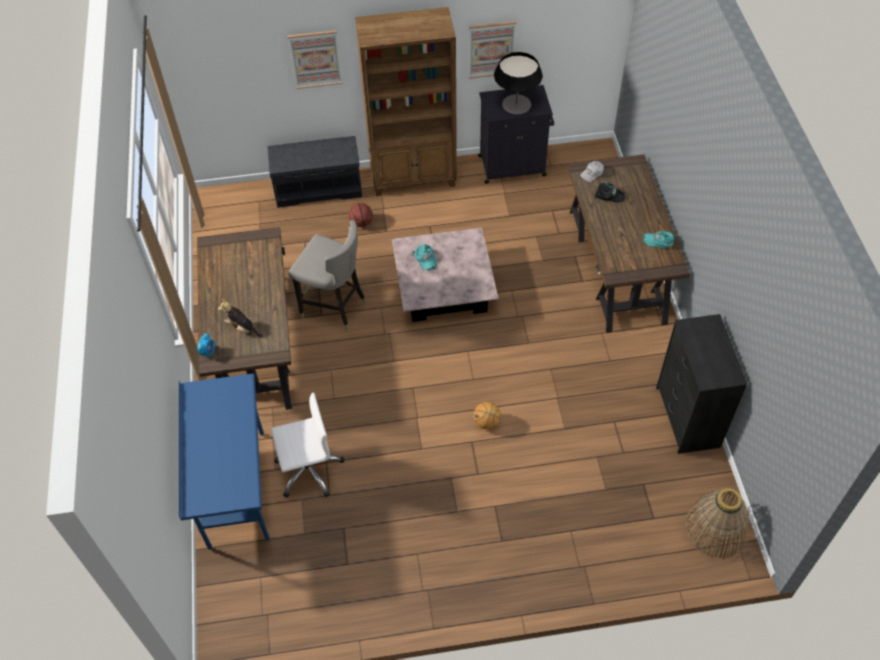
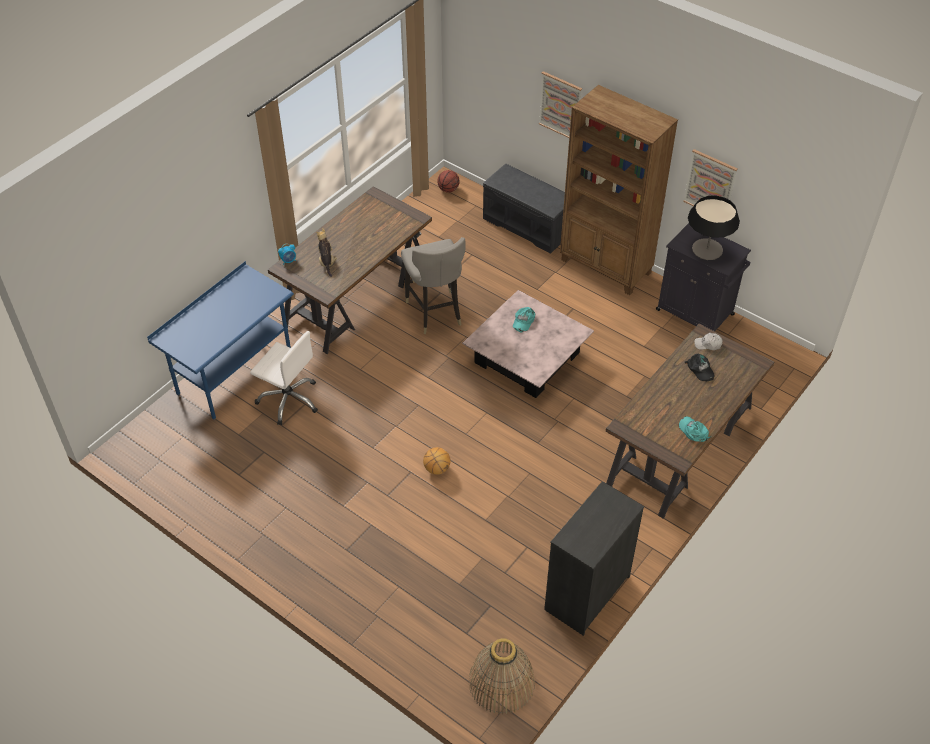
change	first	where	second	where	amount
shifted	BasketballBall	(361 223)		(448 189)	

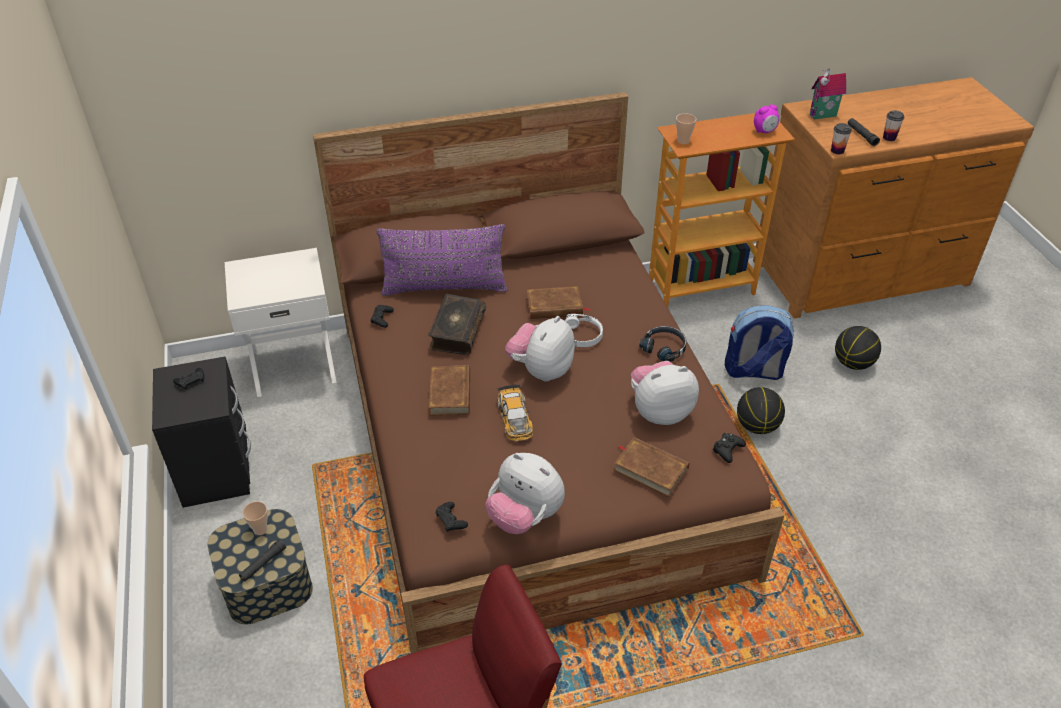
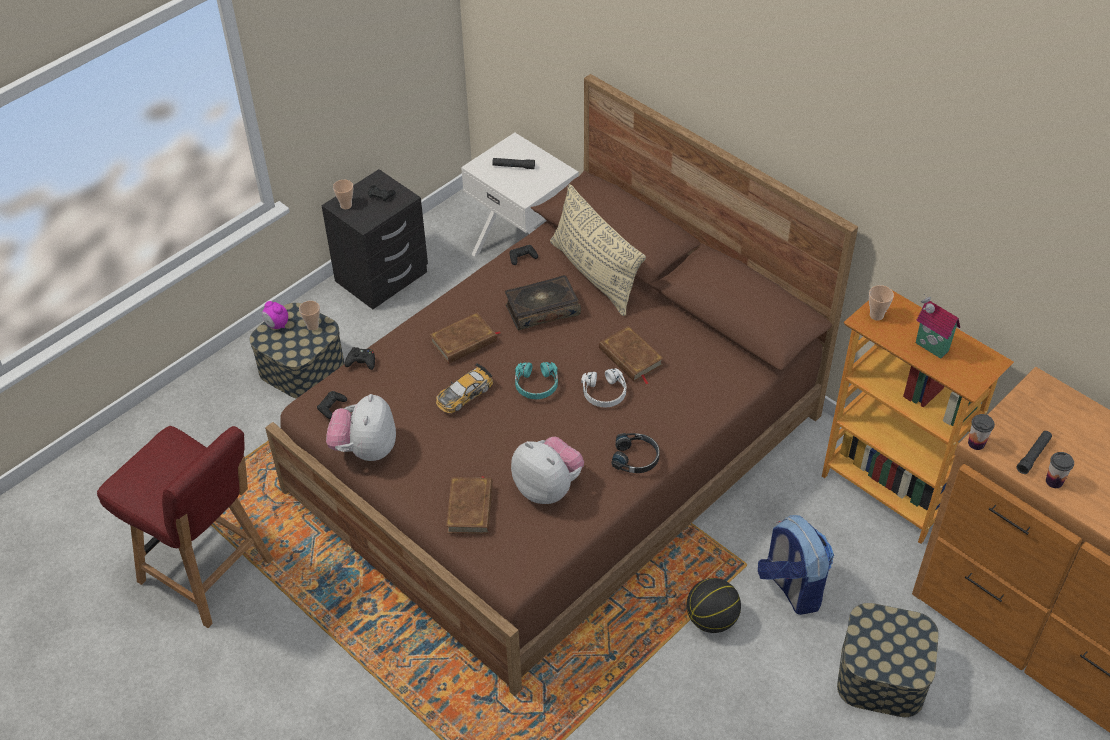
change	first	where	second	where	amount
shifted	TableClock	(764 131)		(277 325)	
new			Cup	(346 205)	
shifted	BlackJoypad	(727 450)		(361 361)	
shifted	BlackFlashlight	(263 564)		(513 166)	
swapped	CuddlyToy	(541 370)	TurquoiseHeadset	(536 385)	
repainted	PurpleThrowPillow	(444 287)	BeigeColouredThrowPillow	(594 274)	
swapped	BasketballBall	(852 363)	StorageBox	(882 674)	
shifted	ModelHouse	(823 116)		(930 348)	

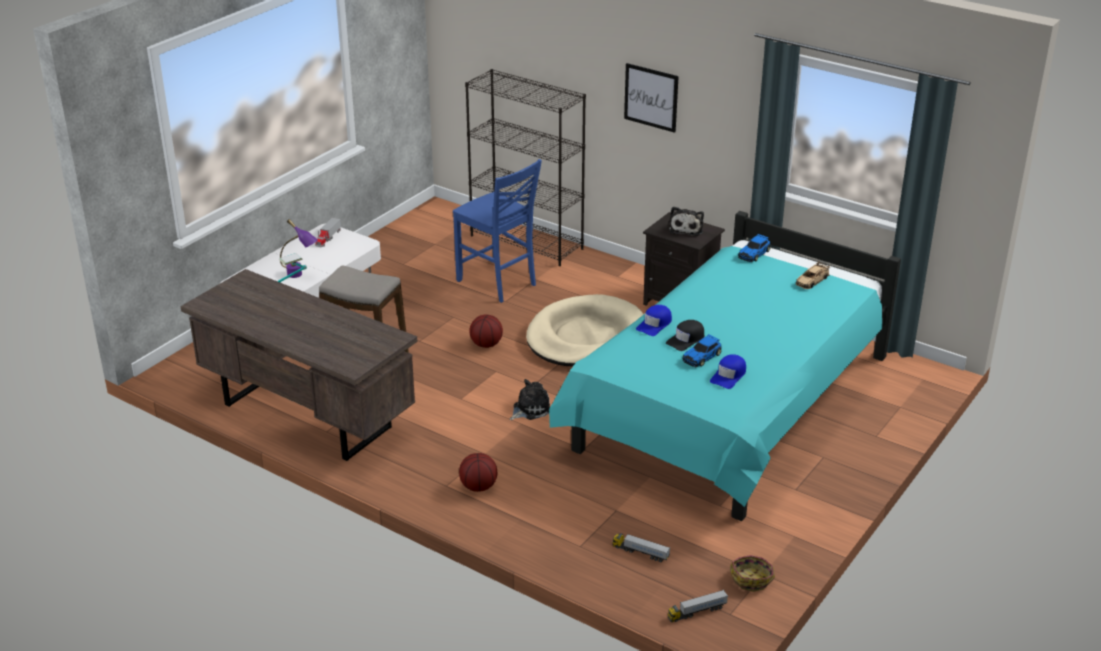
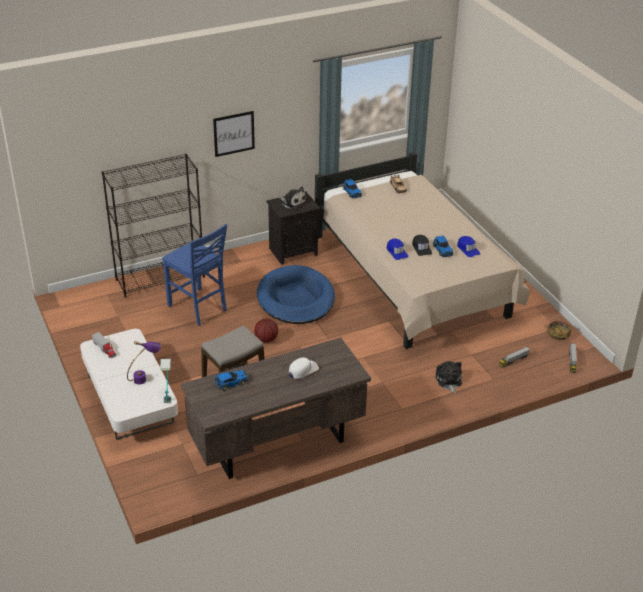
change	first	where	second	where	amount
rotated	BluePlainChair	(498 283)		(198 308)	60 degrees clockwise
new			MiniatureCar	(230 382)	
repainted	BeigeColouredPetBed	(586 337)	BluePetBed	(296 299)	
new			WhitePeakedCap	(303 370)	
repainted	TurquoiseBed	(729 408)	BeigeColouredBed	(412 279)	
shifted	CuddlyToy	(530 409)		(448 381)	
gone	BasketballBall	(478 487)			

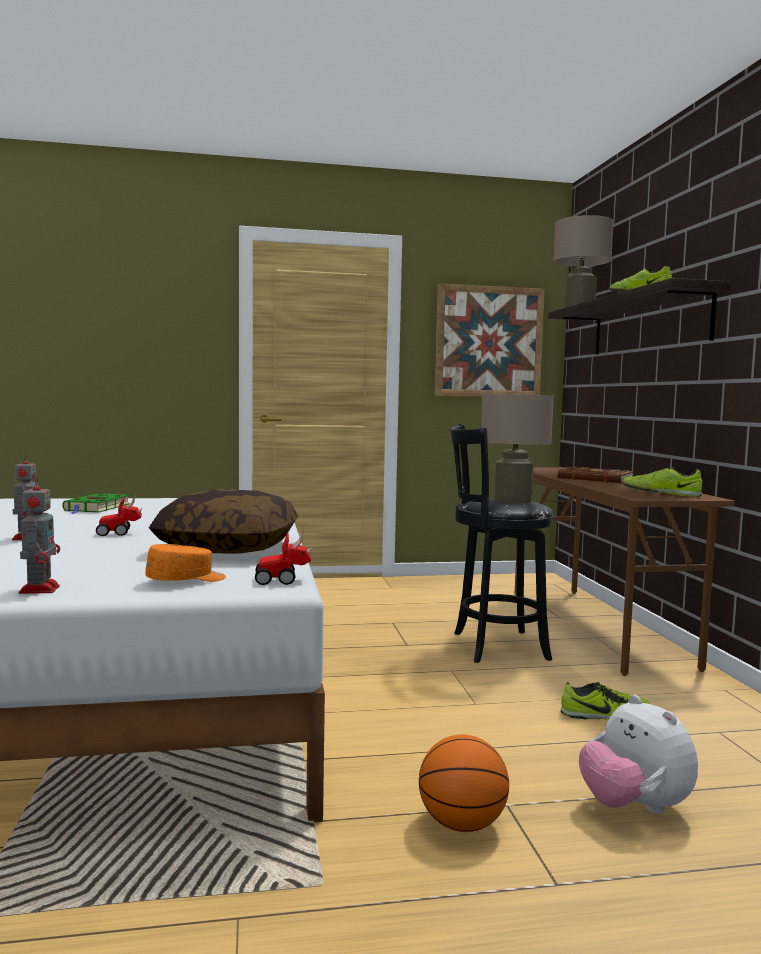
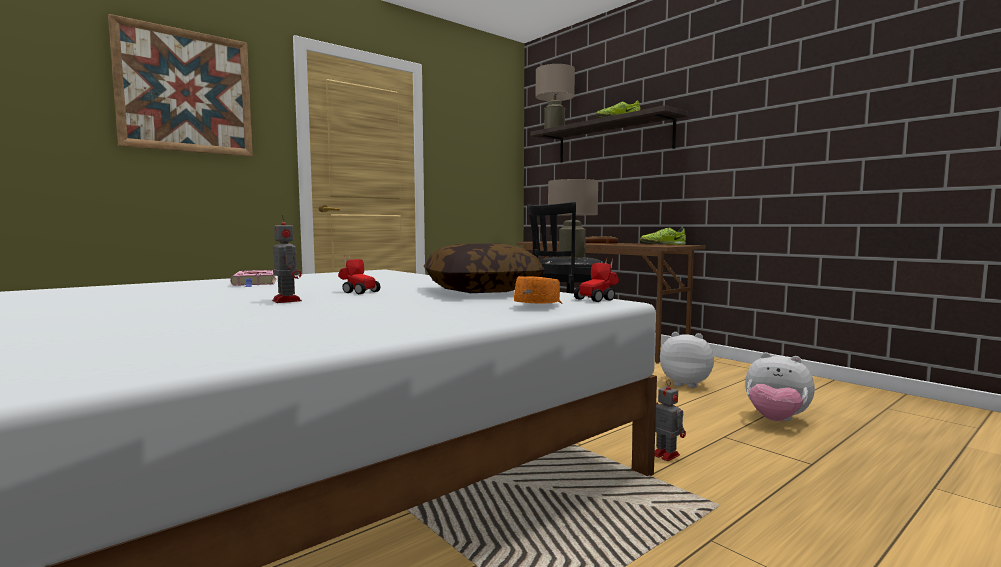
change	first	where	second	where	amount
shifted	WallPicture	(489 342)		(185 91)	
repainted	GreenishBook	(97 508)	PinkishBook	(255 282)	
rotated	MiniatureCar	(120 533)		(357 292)	105 degrees counterclockwise
shifted	ModelRobot	(40 589)		(664 454)	
swapped	LowShoe	(605 716)	CuddlyToy	(685 383)	
gone	BasketballBall	(462 824)			

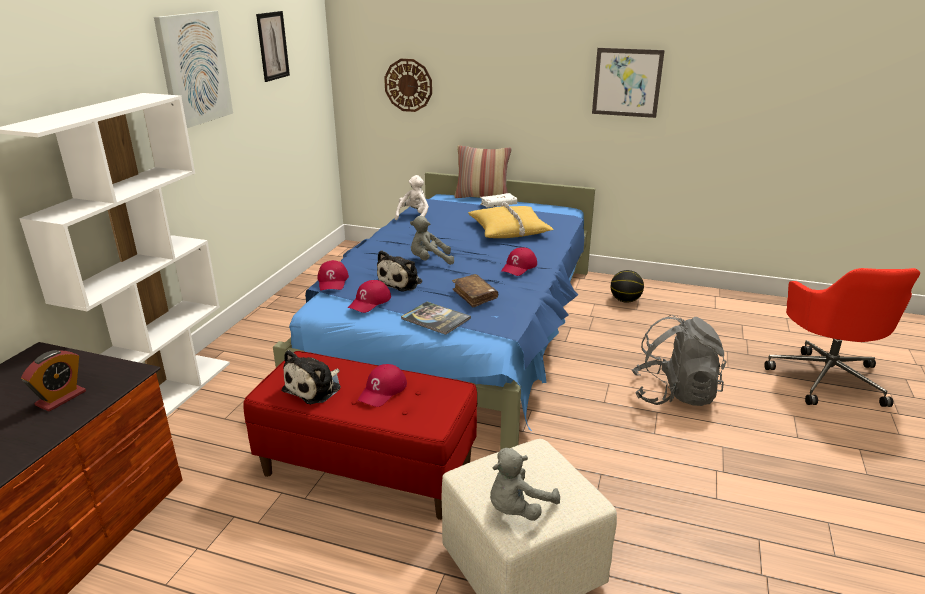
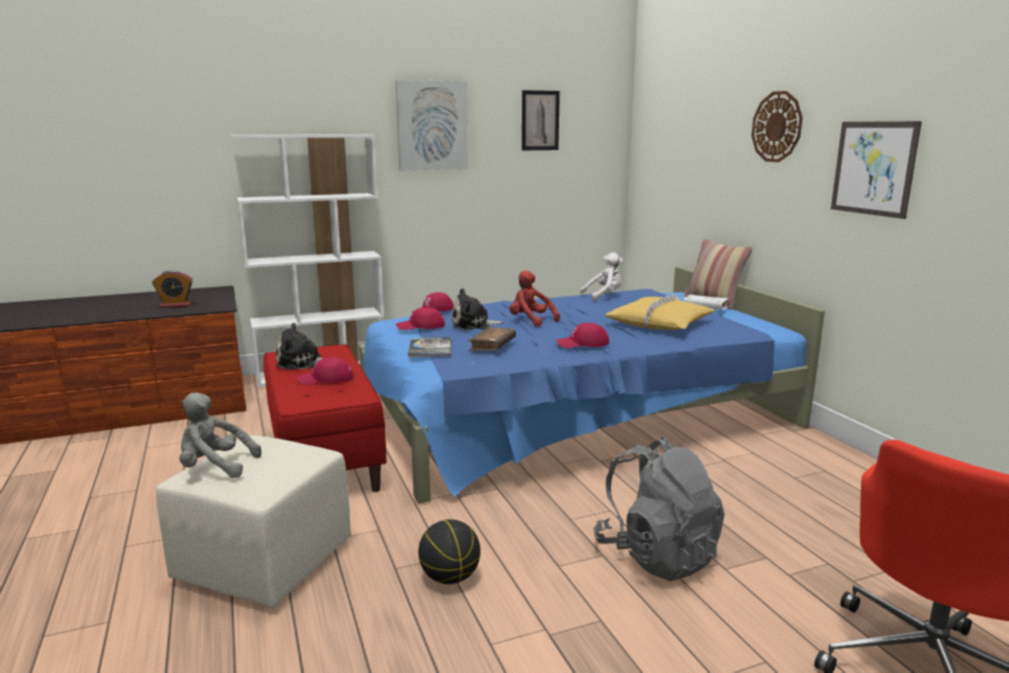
change	first	where	second	where	amount
shifted	BasketballBall	(625 300)		(450 577)	
repainted	GreyishCuddlyToy	(429 261)	ReddishCuddlyToy	(530 321)	
shifted	HangingClock	(408 85)		(777 127)	

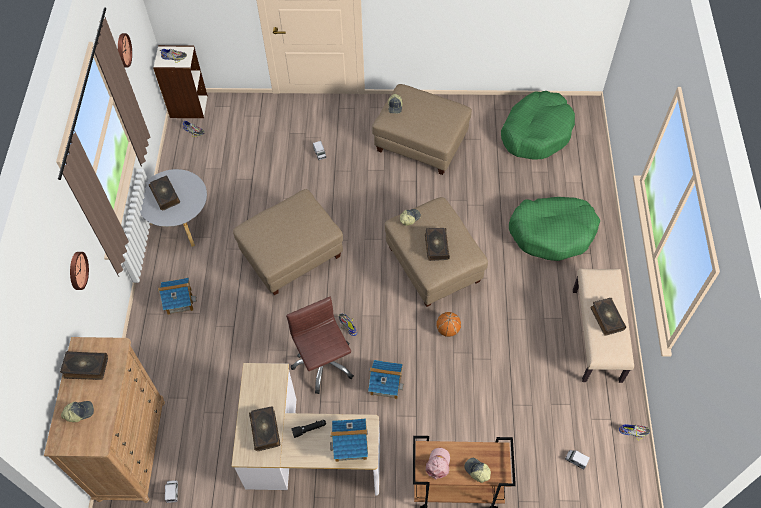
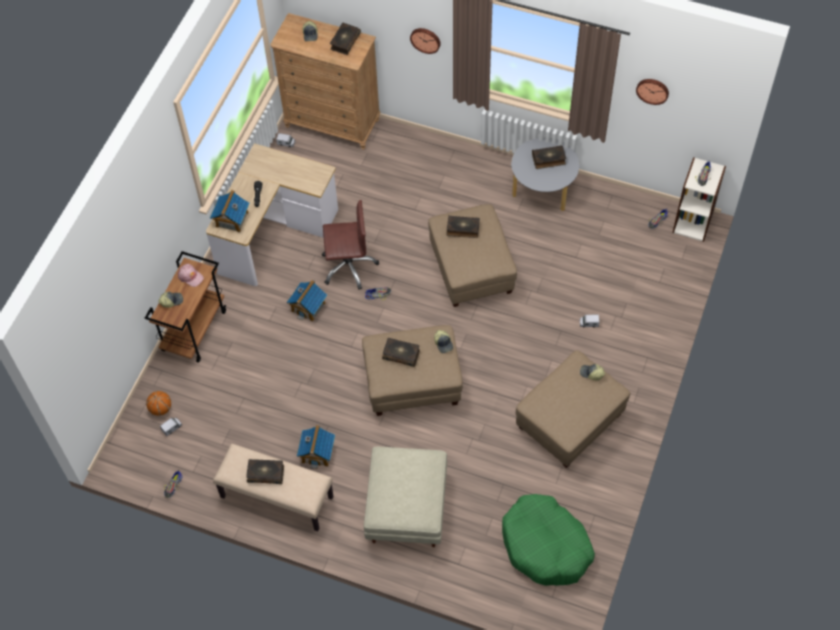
change	first	where	second	where	amount
shifted	BasketballBall	(448 329)		(160 409)	
shifted	ModelHouse	(179 301)		(317 452)	
swapped	GreenishPetBed	(552 232)	BeigeColouredFootrest	(406 506)	
shifted	Book	(265 430)		(463 229)	

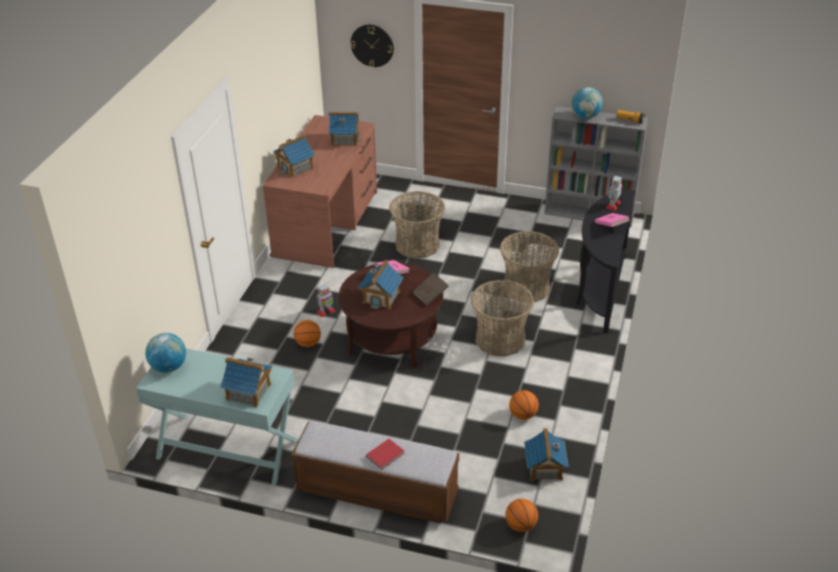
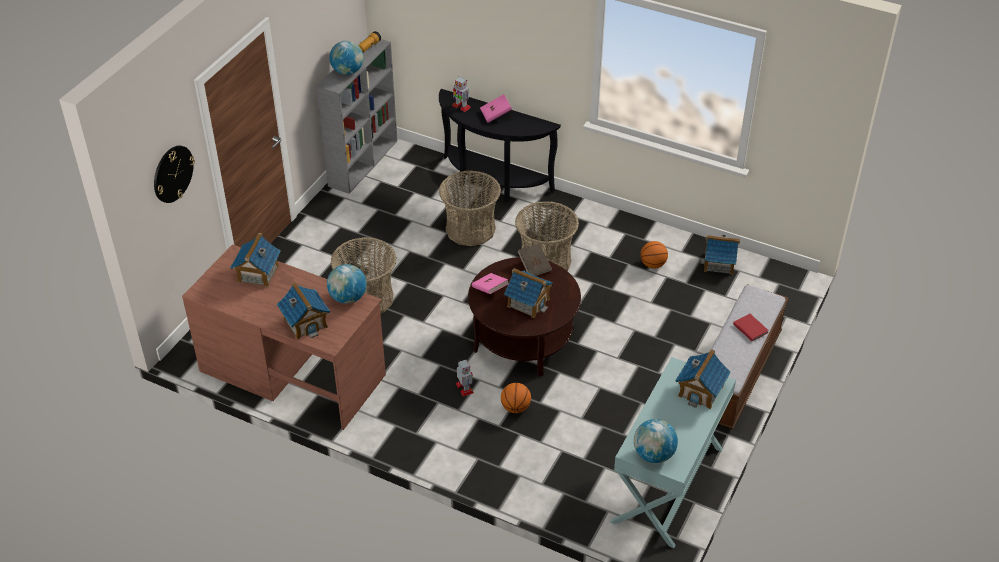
change	first	where	second	where	amount
new			WorldGlobe	(348 298)	
gone	BasketballBall	(520 525)			

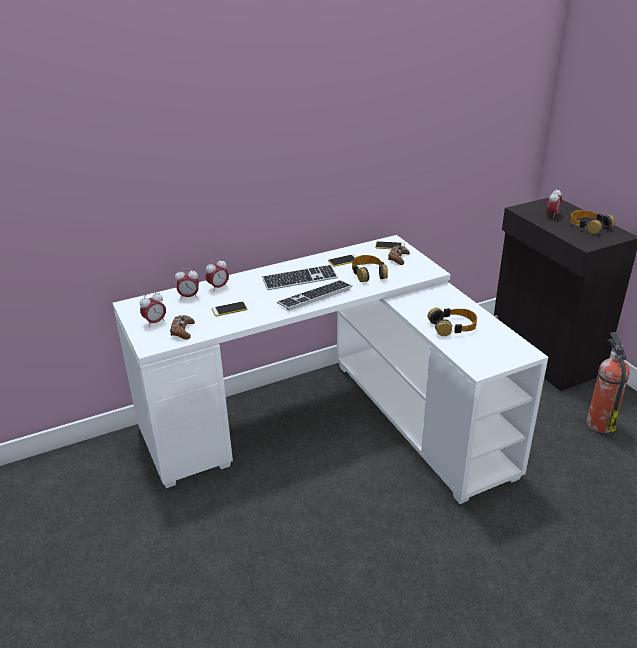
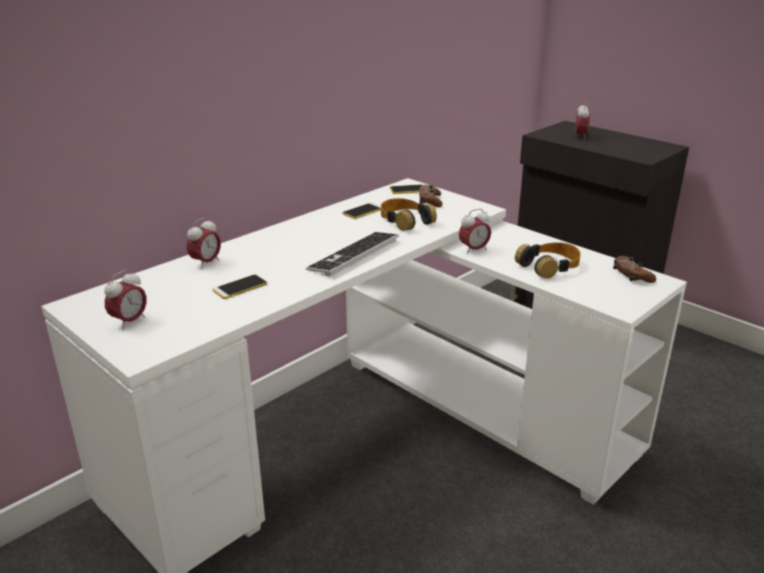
change	first	where	second	where	amount
shifted	TableClock	(189 297)		(473 250)	
shifted	BrownishJoypad	(182 331)		(632 275)	
gone	Keyboard	(300 279)			
gone	Headset	(589 226)			
gone	FireFightingCylinder	(599 423)			

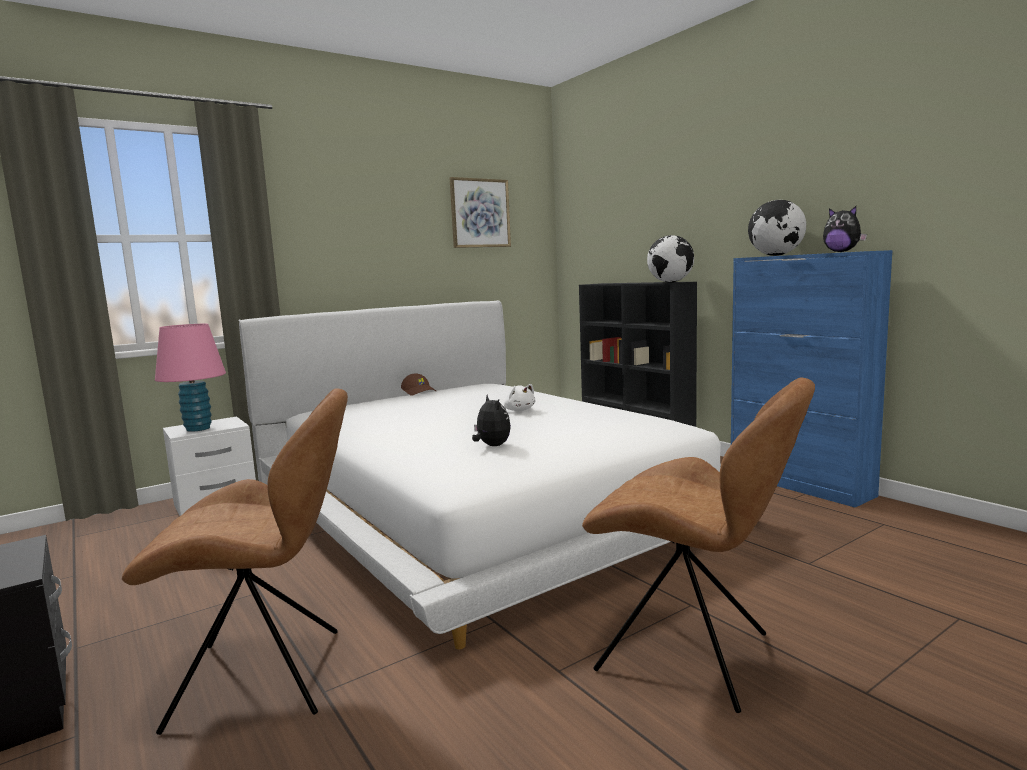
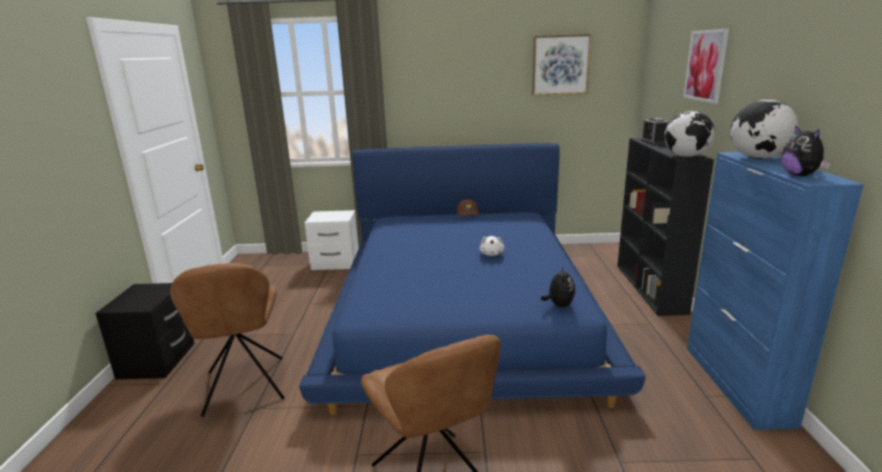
change	first	where	second	where	amount
rotated	BrownishPlainChair	(265 677)		(244 388)	45 degrees clockwise
repainted	WhiteBed	(477 503)	BlueBed	(463 311)	
shifted	CuddlyToy	(492 446)		(559 305)	
new			TableClock	(654 141)	
new			WallPicture	(706 65)	
gone	PinkishTabletopLamp	(198 428)			

